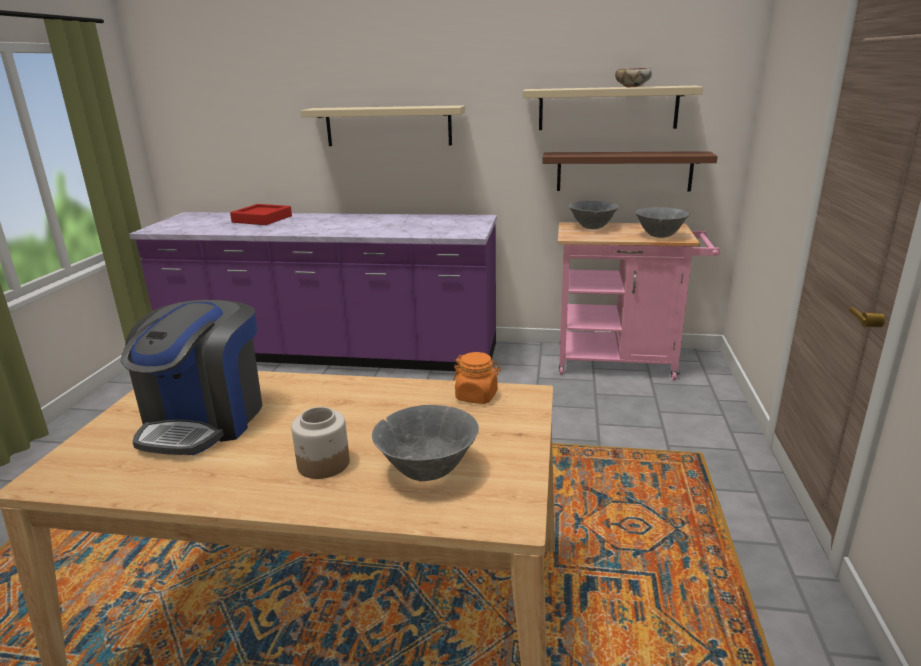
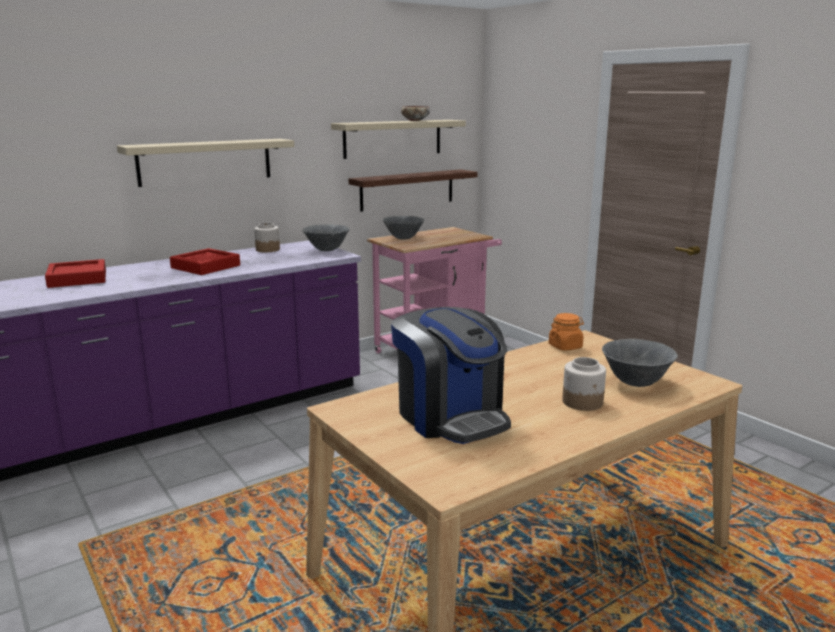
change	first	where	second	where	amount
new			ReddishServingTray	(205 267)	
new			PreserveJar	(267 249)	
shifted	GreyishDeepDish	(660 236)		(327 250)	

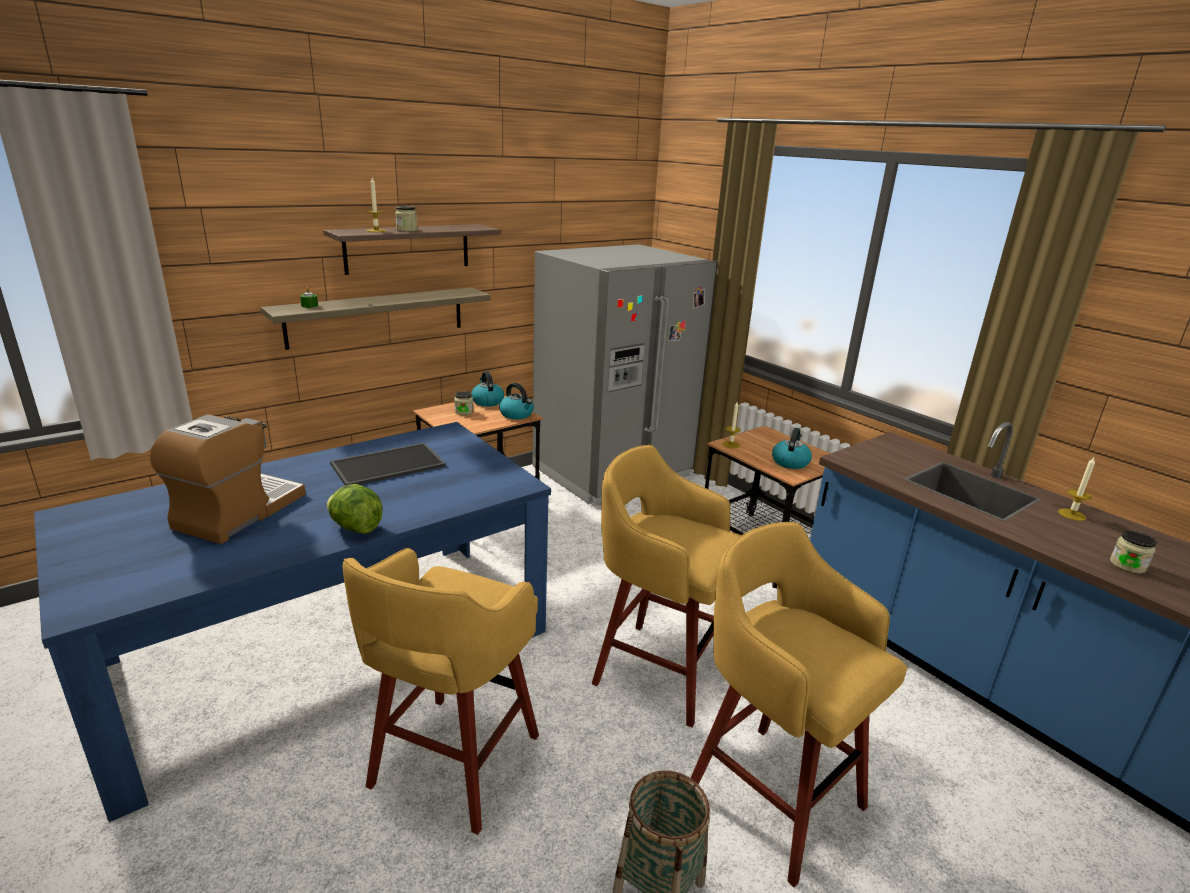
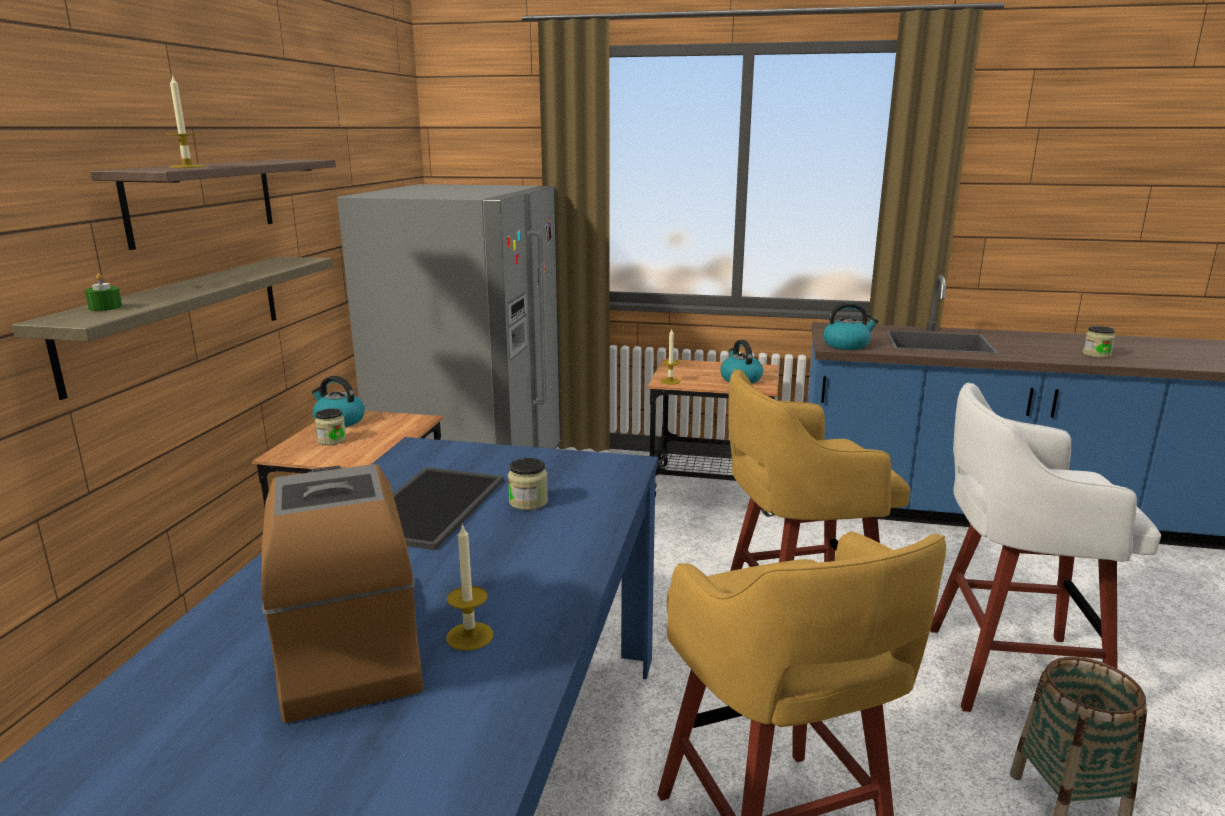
change	first	where	second	where	amount
shifted	WaxLight	(1072 514)		(469 636)	
shifted	PreserveJar	(407 230)		(528 502)	
shifted	Kettle	(517 414)		(846 345)	
repainted	YellowColouredStool	(770 794)	WhiteStool	(1007 671)	
gone	LettuceHead	(356 528)			

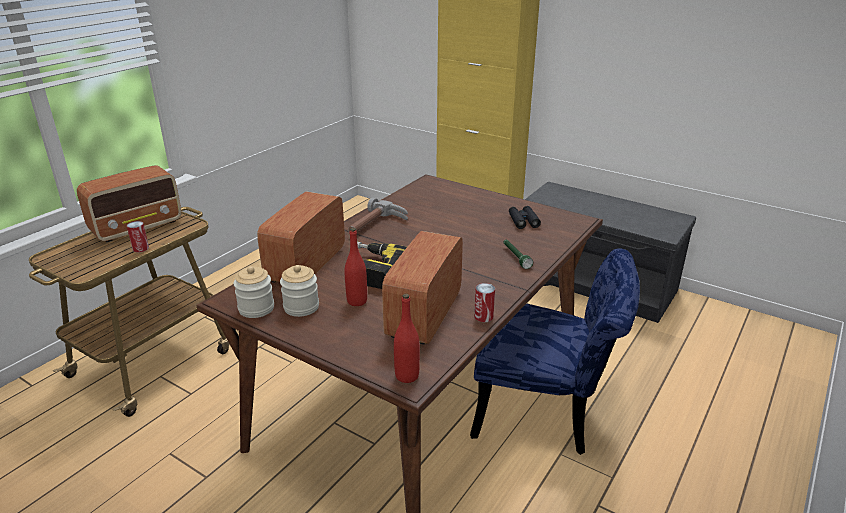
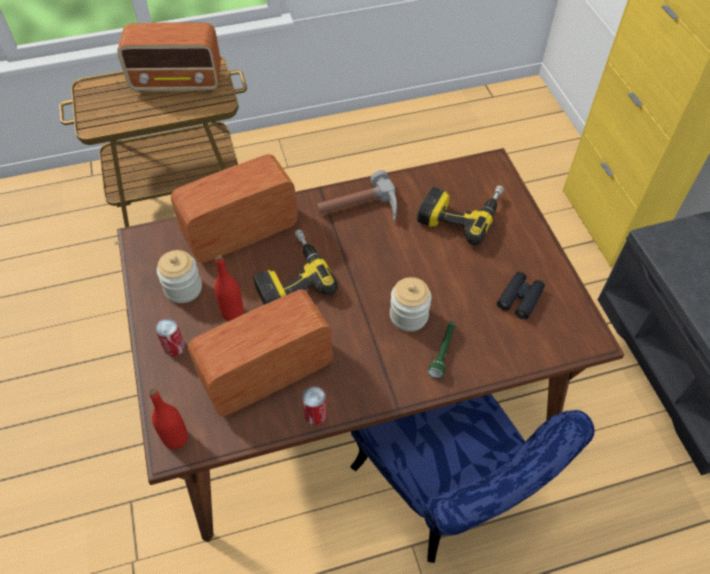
change	first	where	second	where	amount
shifted	Can	(140 248)		(174 347)	
shifted	PreserveJar	(256 308)		(408 316)	
new			PowerDrill	(461 213)	

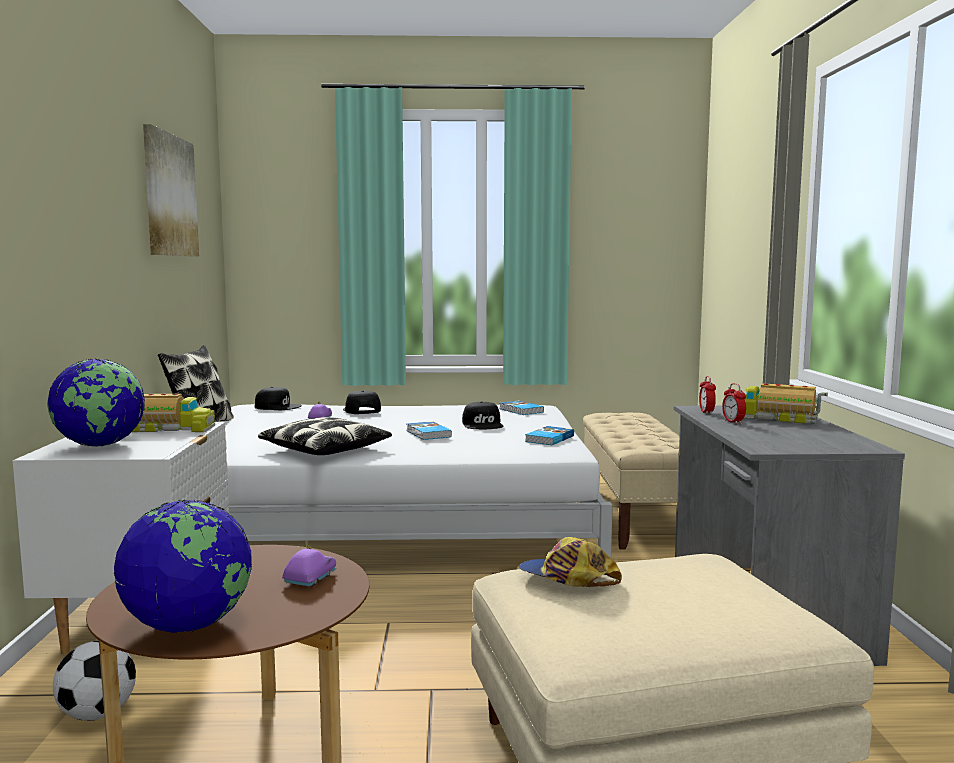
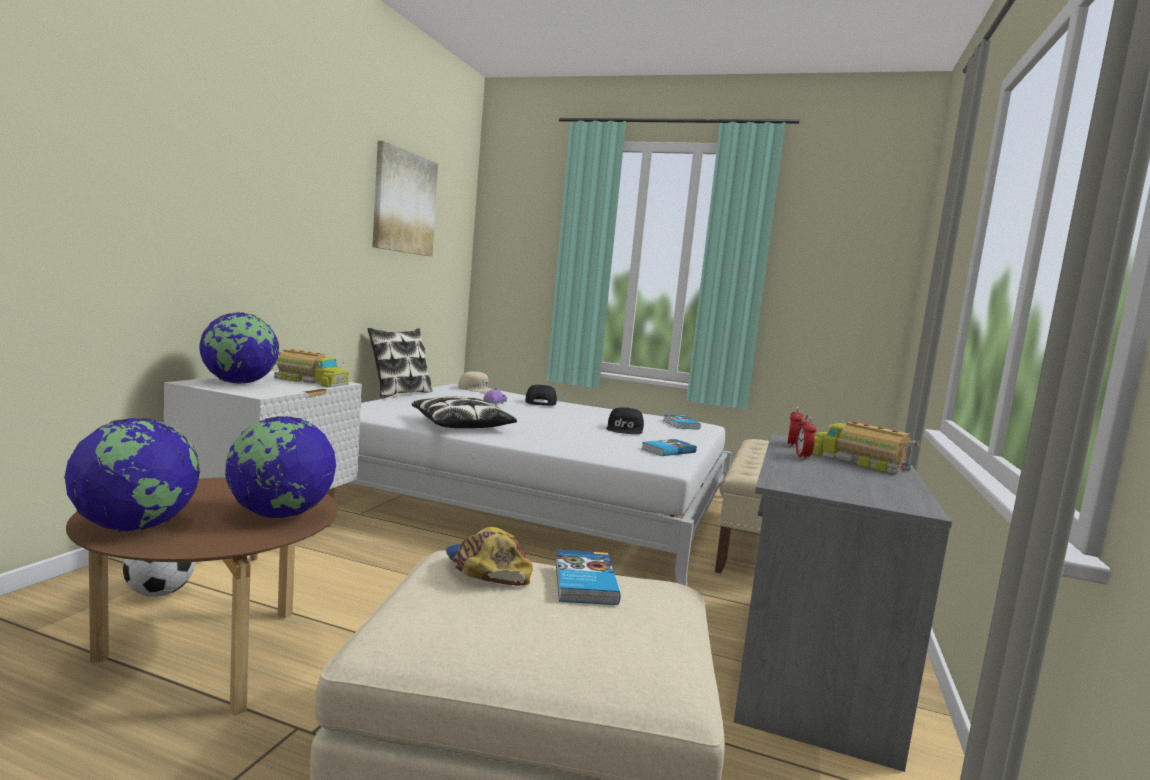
change	first	where	second	where	amount
swapped	PurpleMiniatureCar	(309 579)	WorldGlobe	(280 515)	
repainted	BlackPeakedCap	(278 407)	BeigeColouredPeakedCap	(477 389)	
shifted	Book	(427 434)		(583 582)	

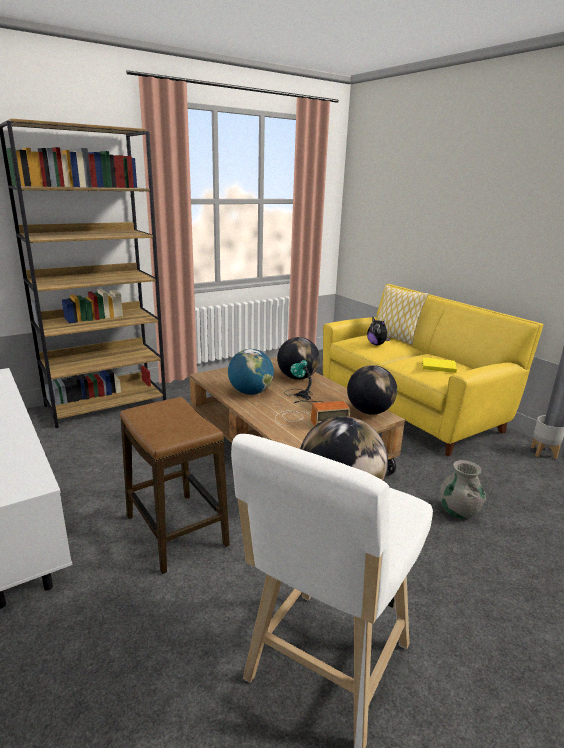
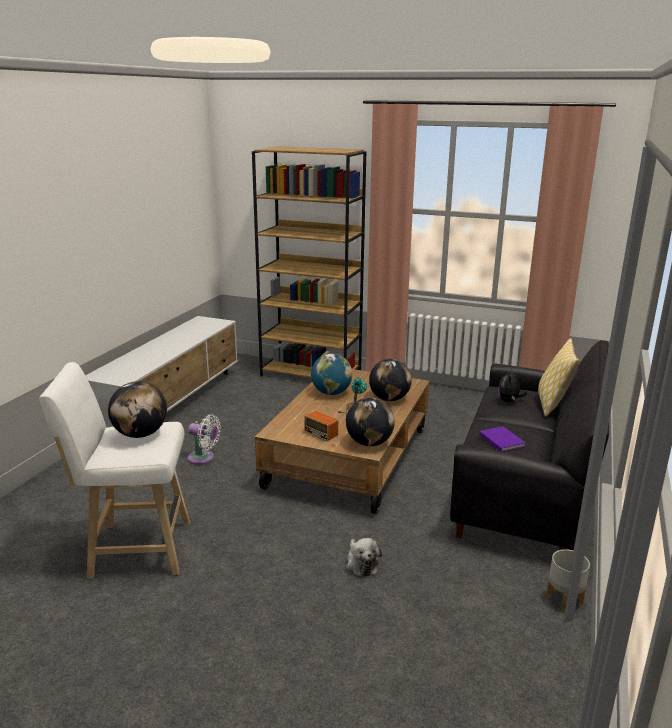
change	first	where	second	where	amount
swapped	Stool	(176 531)	WhiteElectricFan	(203 458)	
swapped	GreyishVase	(458 511)	CuddlyToy	(361 563)	
repainted	YellowColouredSettee	(409 409)	BlackSettee	(525 491)	
repainted	YellowColouredBook	(437 366)	PurpleBook	(501 440)	

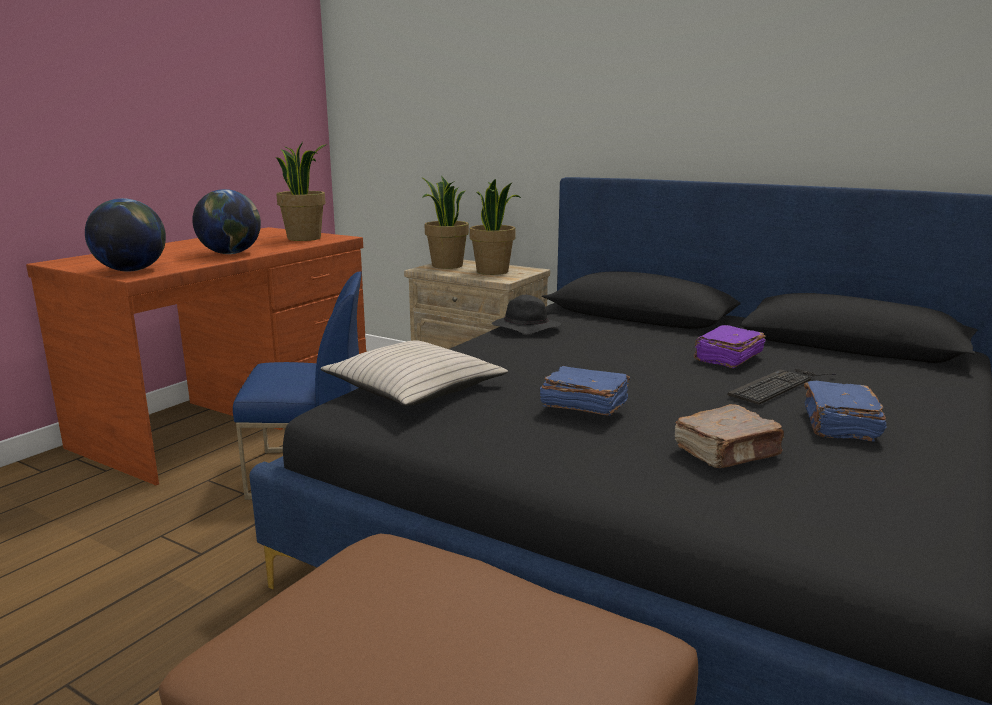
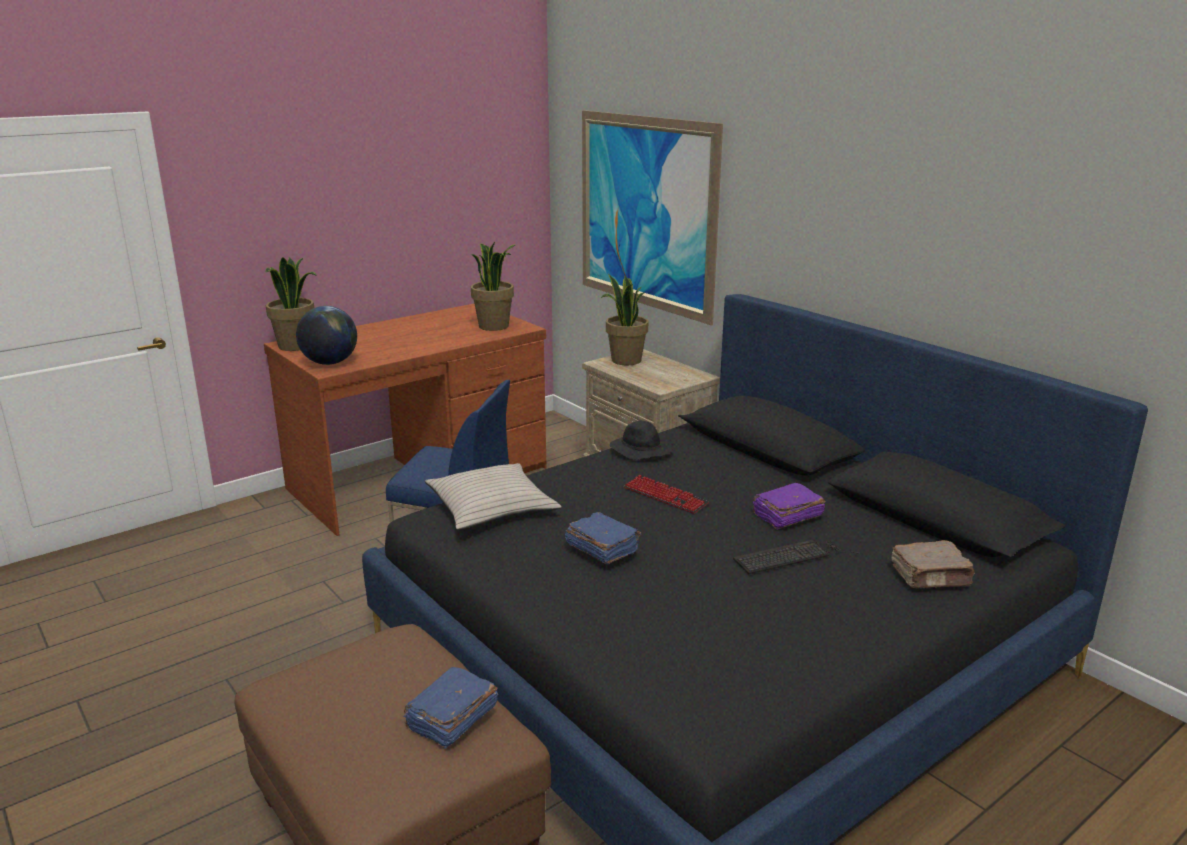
change	first	where	second	where	amount
shifted	PottedPlant	(493 271)		(295 346)	
shifted	BlueBook	(839 425)		(451 719)	
new			WallPicture	(645 213)	
new			Keyboard	(665 496)	
shifted	BrownishBook	(728 453)		(931 577)	
gone	WorldGlobe	(231 253)			

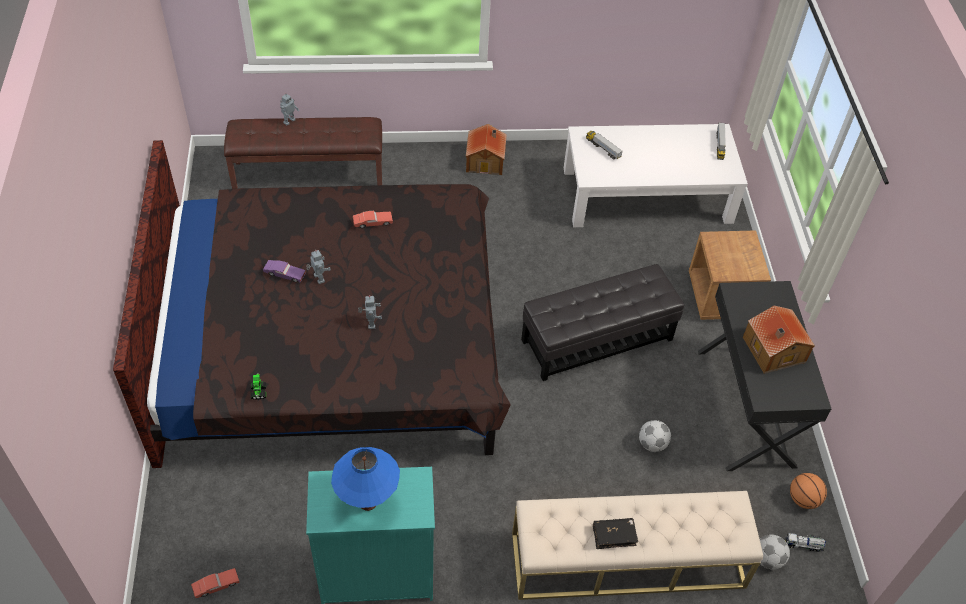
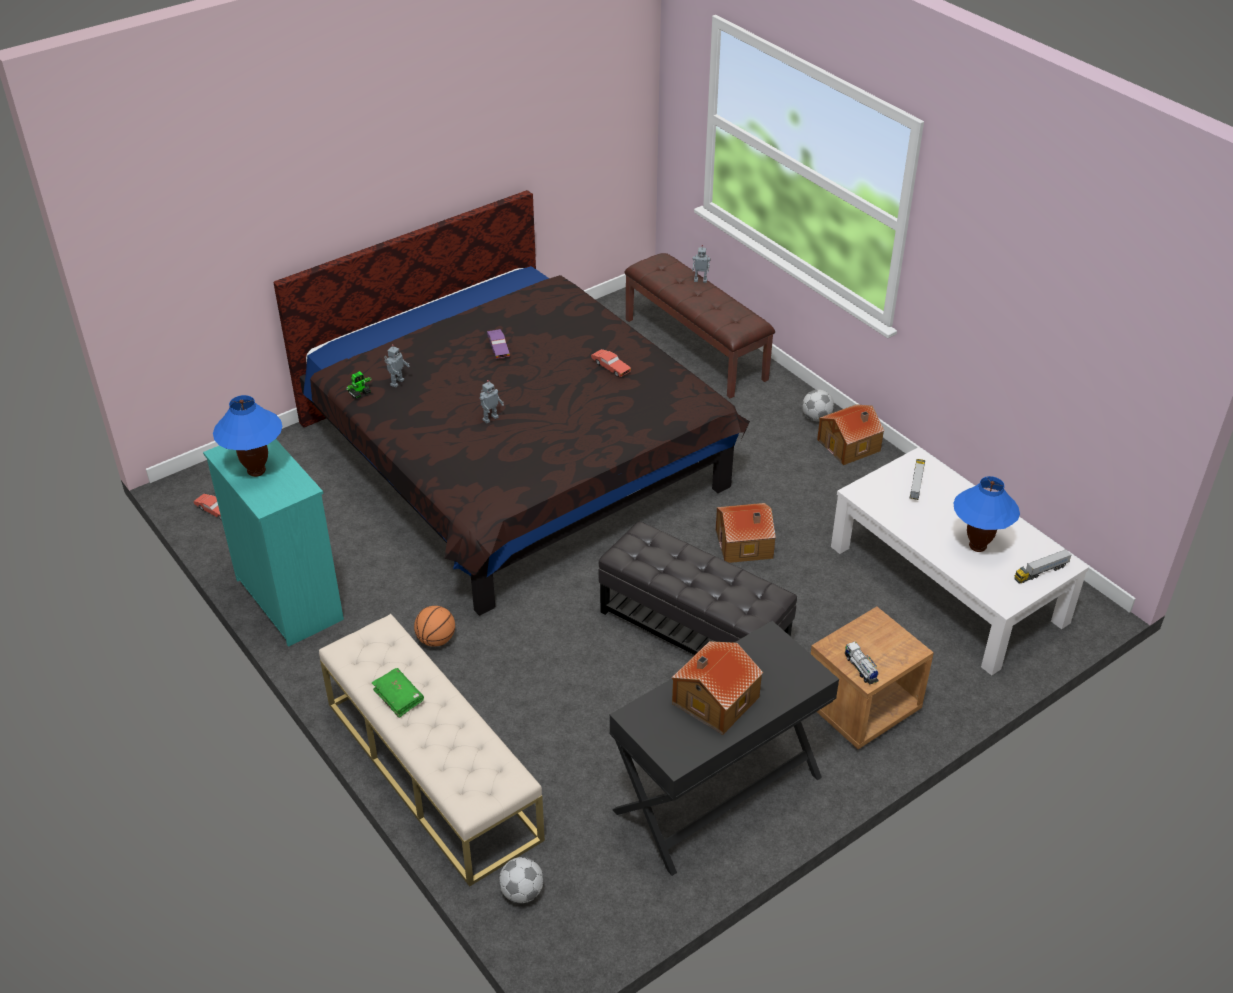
change	first	where	second	where	amount
repainted	BlackBook	(614 535)	GreenishBook	(398 696)	
shifted	ModelRobot	(318 278)		(396 382)	
shifted	BasketballBall	(803 499)		(436 640)	
new			ModelHouse	(745 544)	
shifted	FootballBall	(652 444)		(816 418)	
shifted	ModelTruck	(803 545)		(861 668)	
new			BlueTabletopLamp	(977 546)	

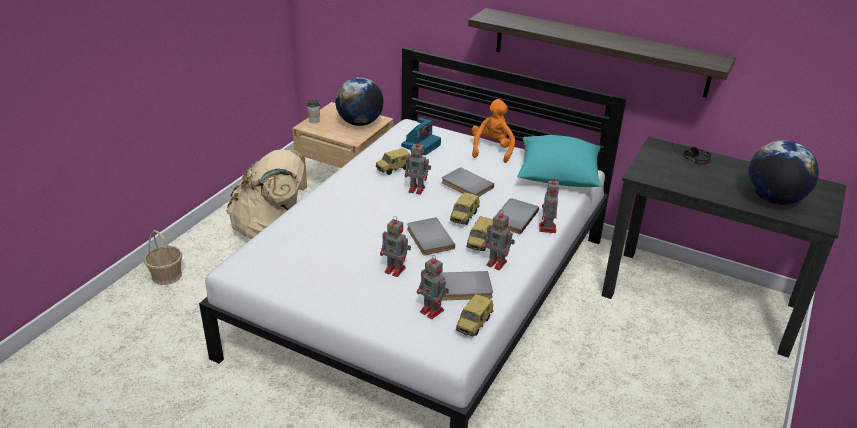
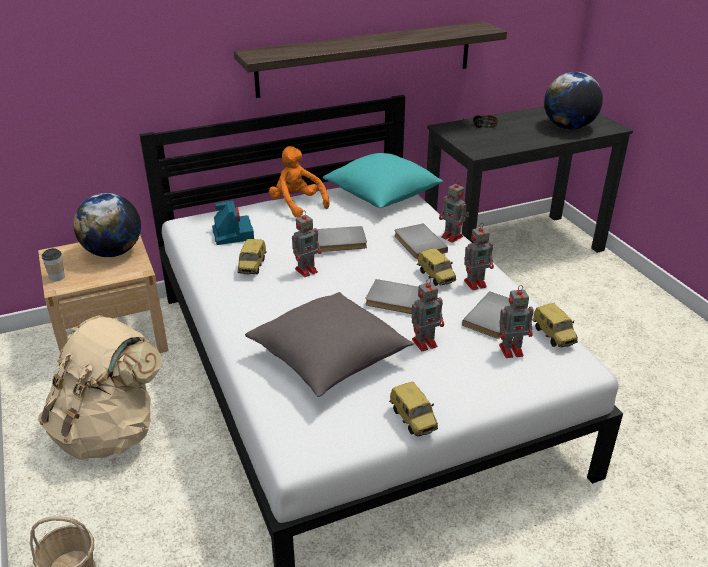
change	first	where	second	where	amount
new			GreyishThrowPillow	(329 360)	
shifted	MiniatureCar	(464 217)		(414 420)	

